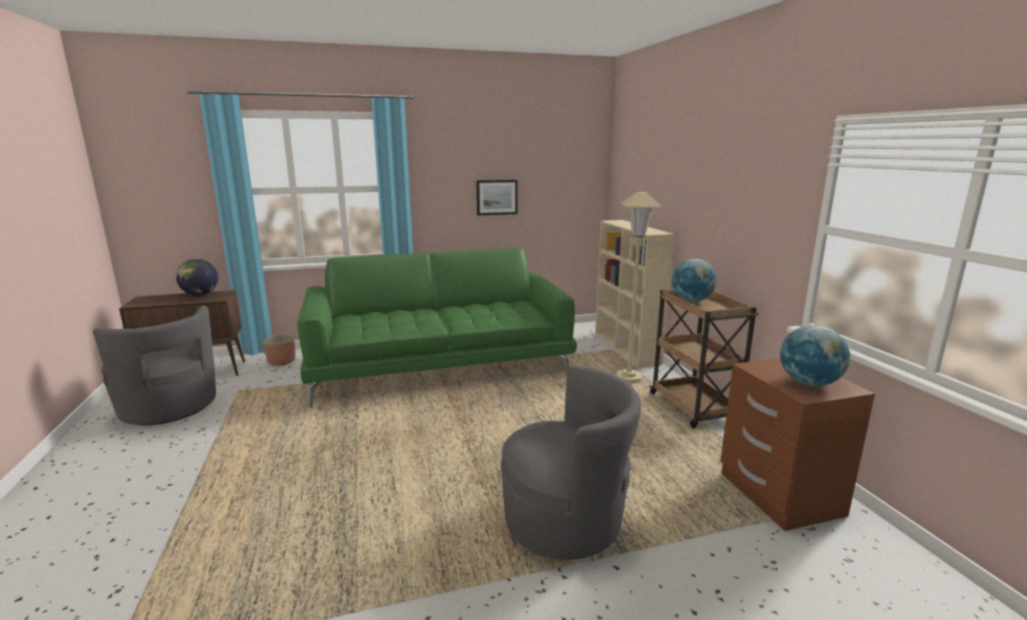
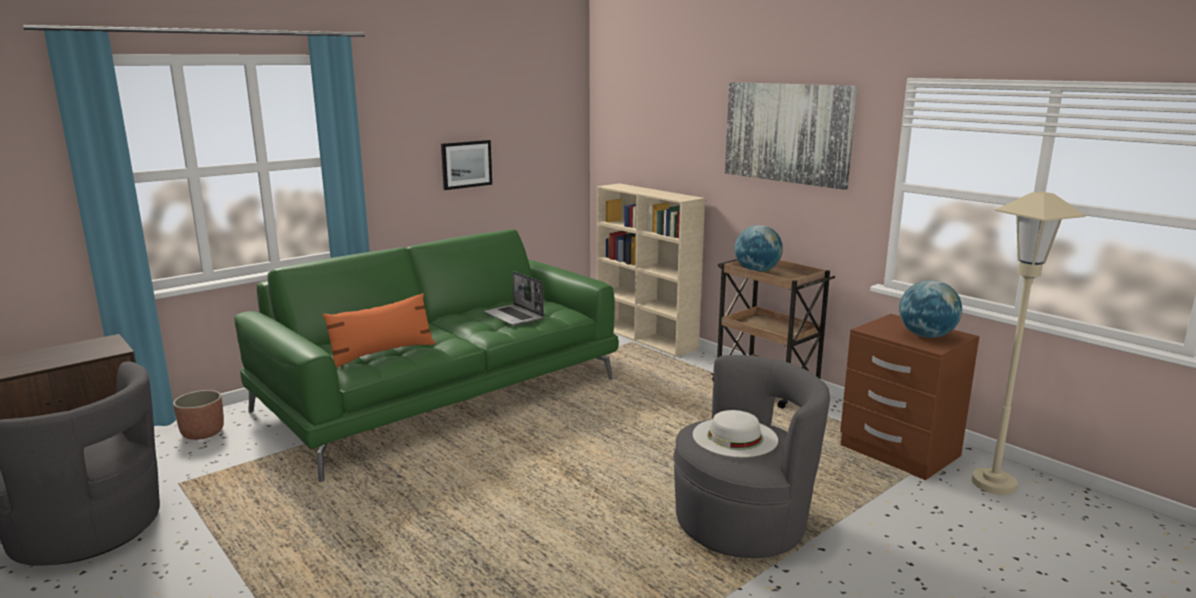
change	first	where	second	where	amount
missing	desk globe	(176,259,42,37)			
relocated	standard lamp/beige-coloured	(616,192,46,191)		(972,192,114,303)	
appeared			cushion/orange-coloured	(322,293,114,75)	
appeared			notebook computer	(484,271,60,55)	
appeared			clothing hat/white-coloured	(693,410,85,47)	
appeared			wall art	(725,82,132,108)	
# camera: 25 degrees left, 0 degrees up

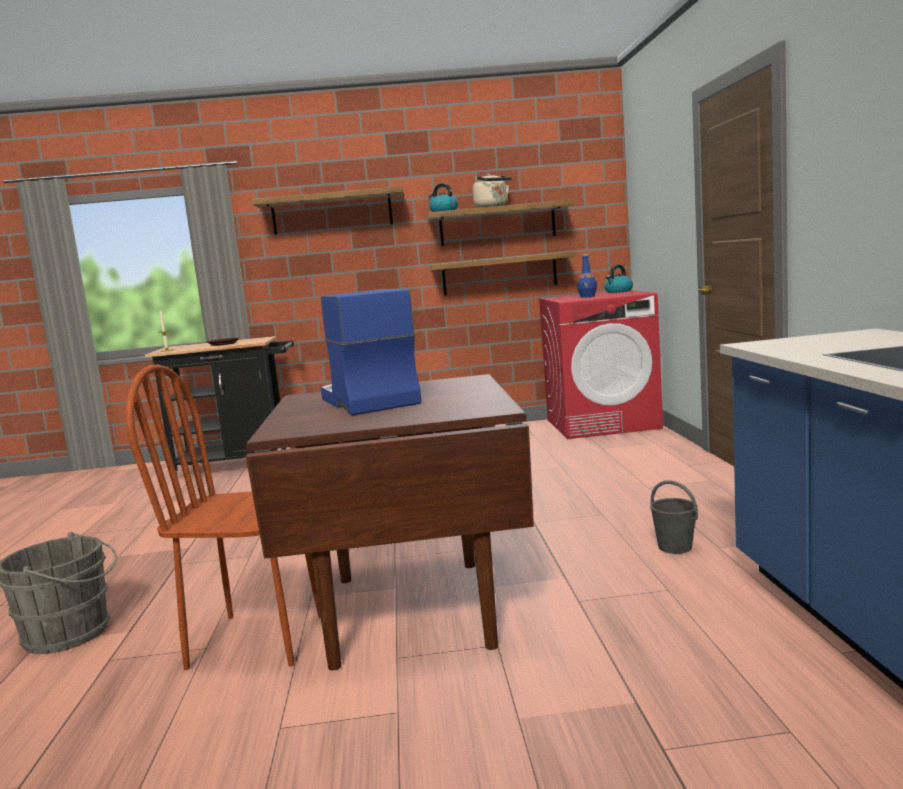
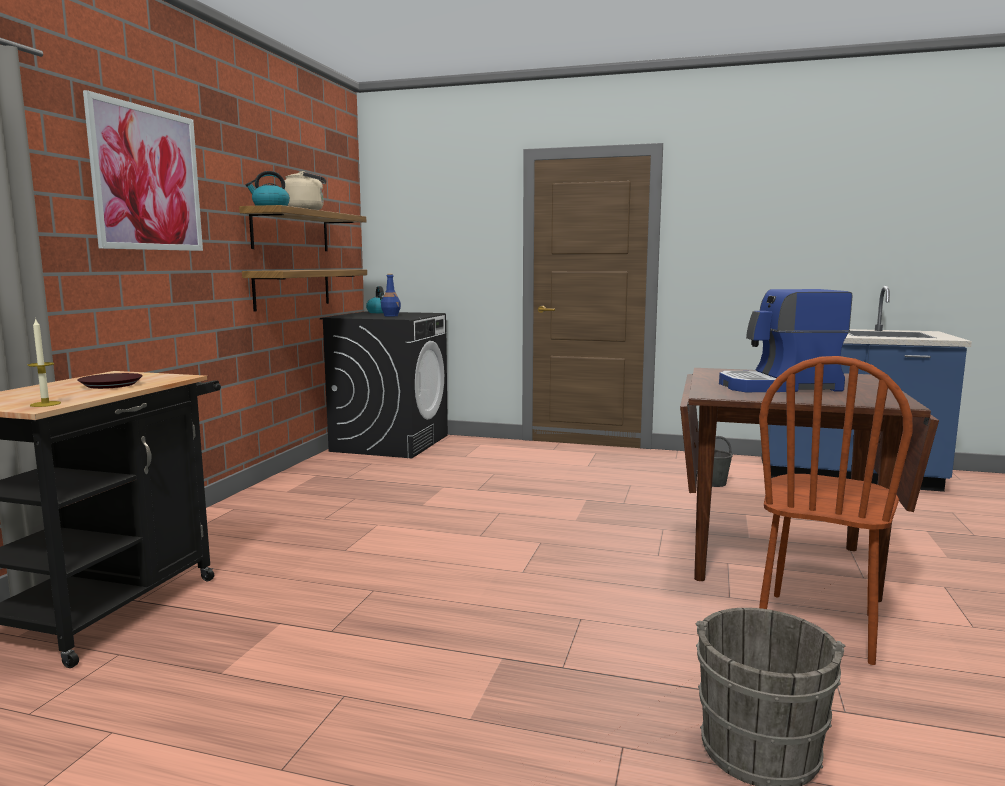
change	first	where	second	where	amount
exchanged	bracket shelf	(251,186,152,49)	wall art	(83,90,120,161)	
colour	laundry machine/red	(539,290,124,149)	laundry machine/black	(320,312,128,146)	
# camera: 70 degrees left, 0 degrees up

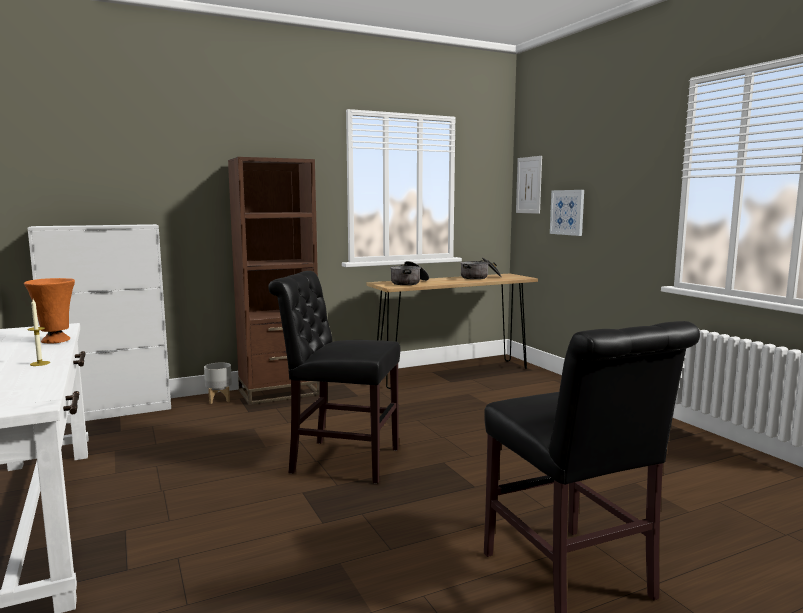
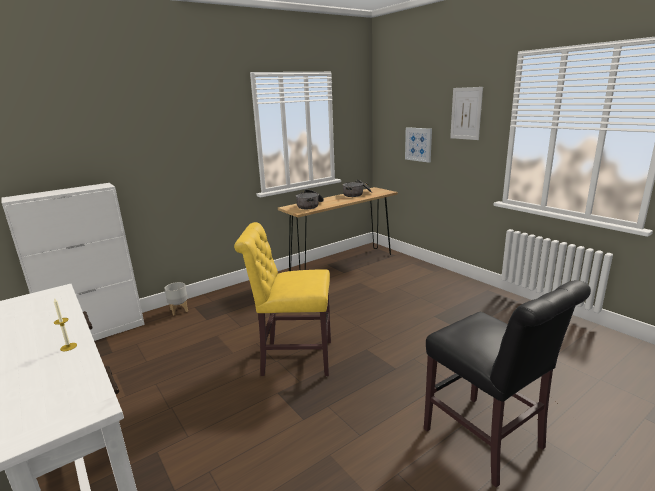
change	first	where	second	where	amount
missing	vase/orange-coloured	(24,278,51,66)			
missing	bookshelf/brownish	(228,157,92,248)			
colour	plain chair/black	(268,271,132,213)	plain chair/yellowish	(234,222,97,154)	
relocated	wall art	(516,156,26,58)		(450,87,33,53)	
# camera: 10 degrees left, 10 degrees up

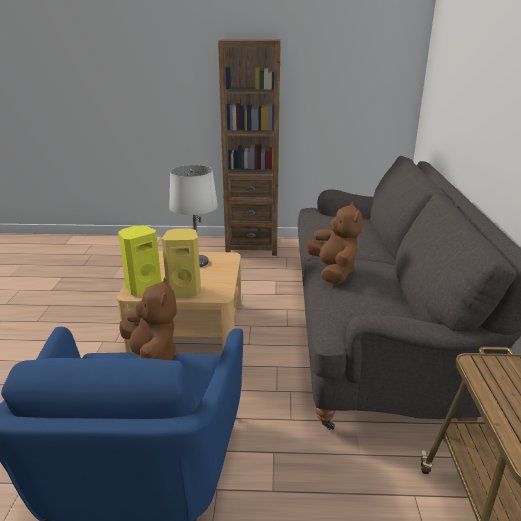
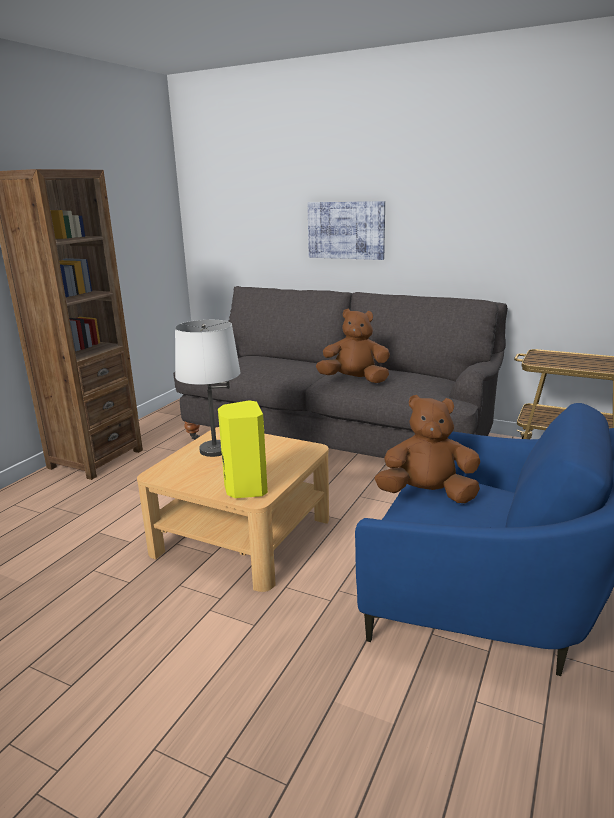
change	first	where	second	where	amount
missing	audio speaker/yellowish	(162,228,39,68)			
appeared			wall art	(308,201,77,59)	
# camera: 65 degrees left, 5 degrees down

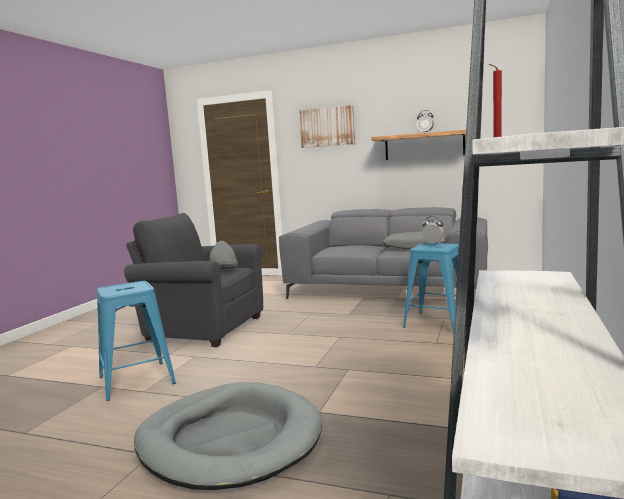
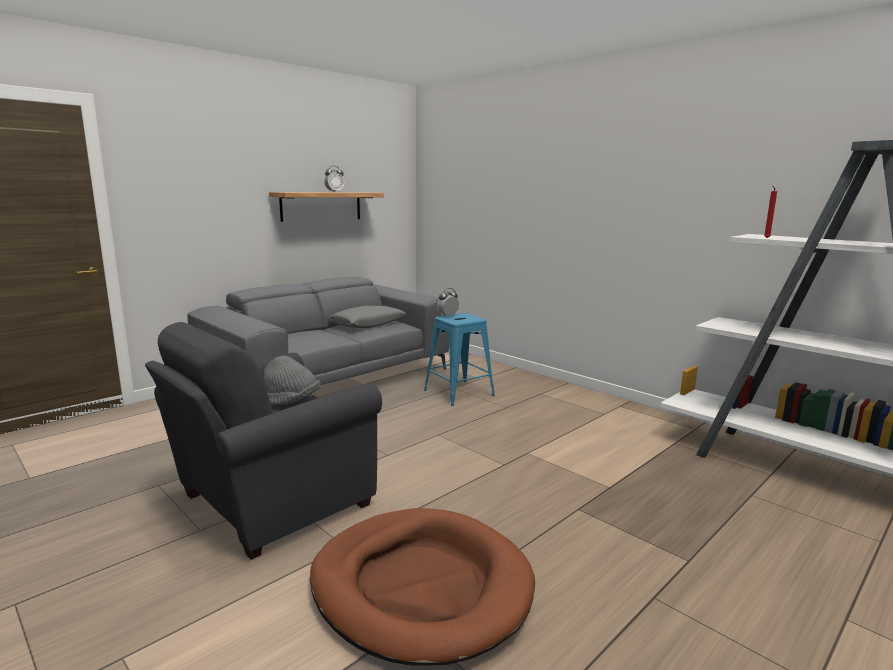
change	first	where	second	where	amount
exchanged	stool/bluish	(97,281,79,120)	dog cushion/brownish	(310,508,225,157)	
missing	dog cushion/greyish	(134,382,188,108)			
missing	wall art	(299,105,56,43)			
# camera: 65 degrees left, 5 degrees up

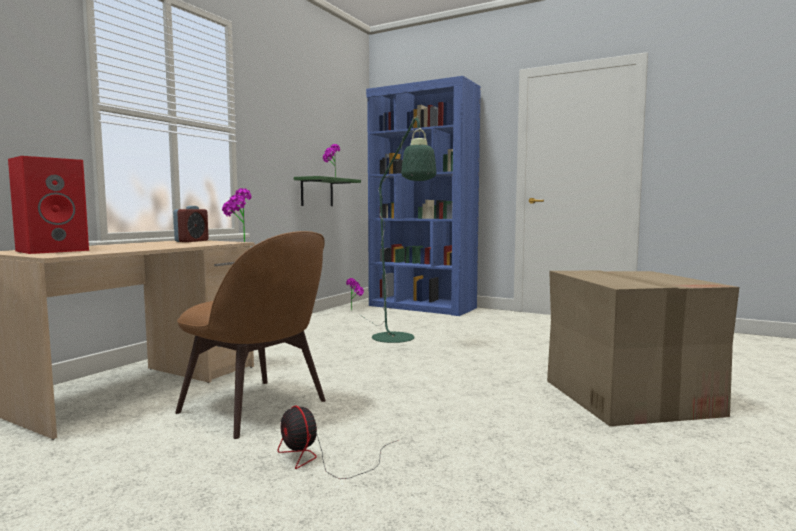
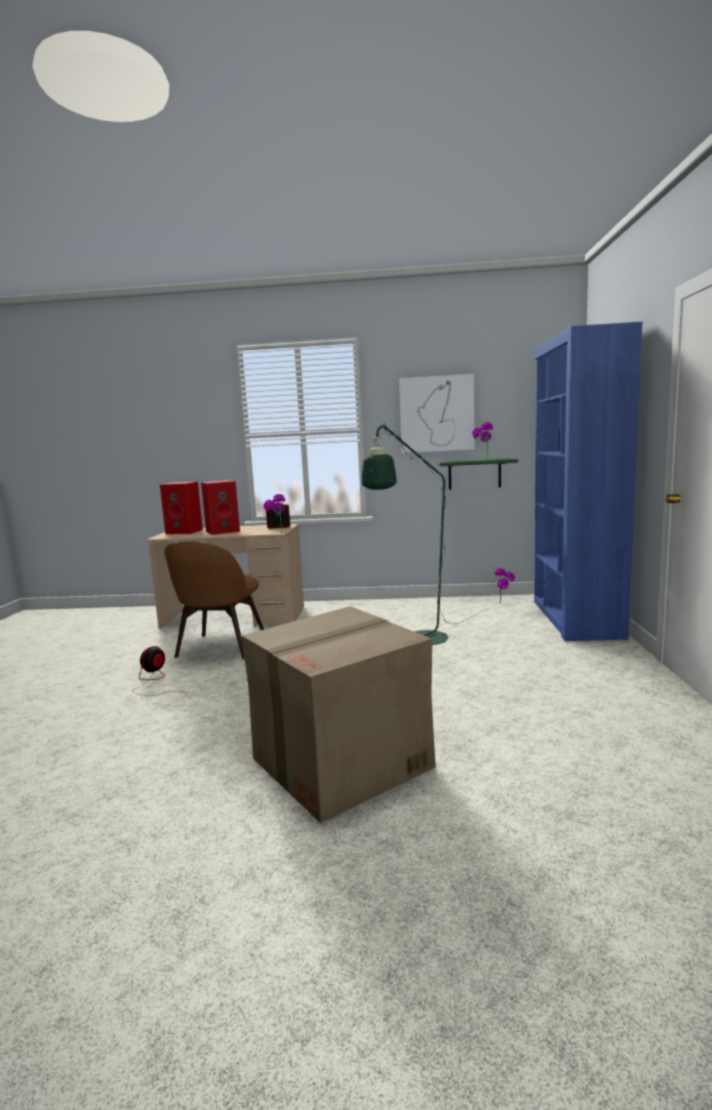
change	first	where	second	where	amount
appeared			audio speaker/red	(201,480,39,55)	
appeared			wall art	(399,374,76,79)	
# camera: 65 degrees right, 5 degrees up

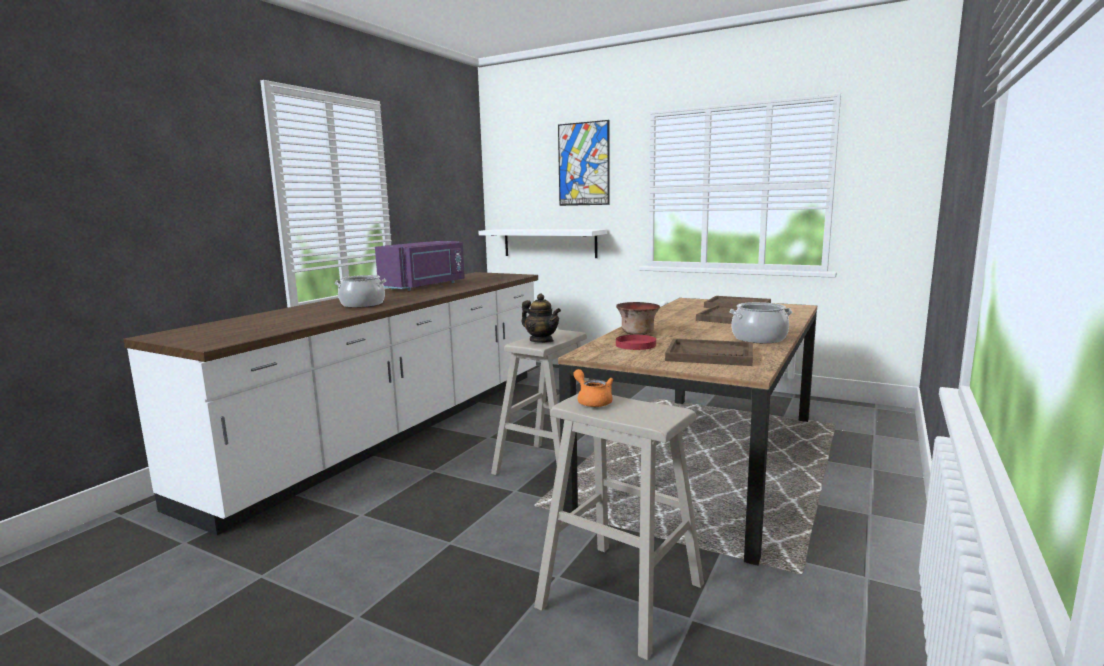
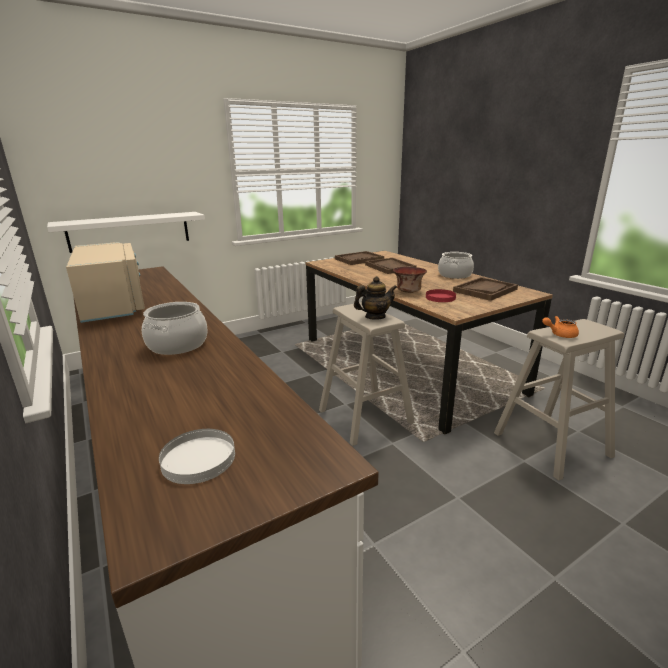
change	first	where	second	where	amount
colour	microwave/purplish	(375,241,90,50)	microwave/beige-coloured	(66,242,79,81)	
missing	wall art	(558,120,52,86)			
appeared			flat dish/white-coloured	(159,429,76,55)	
# camera: 60 degrees left, 10 degrees up

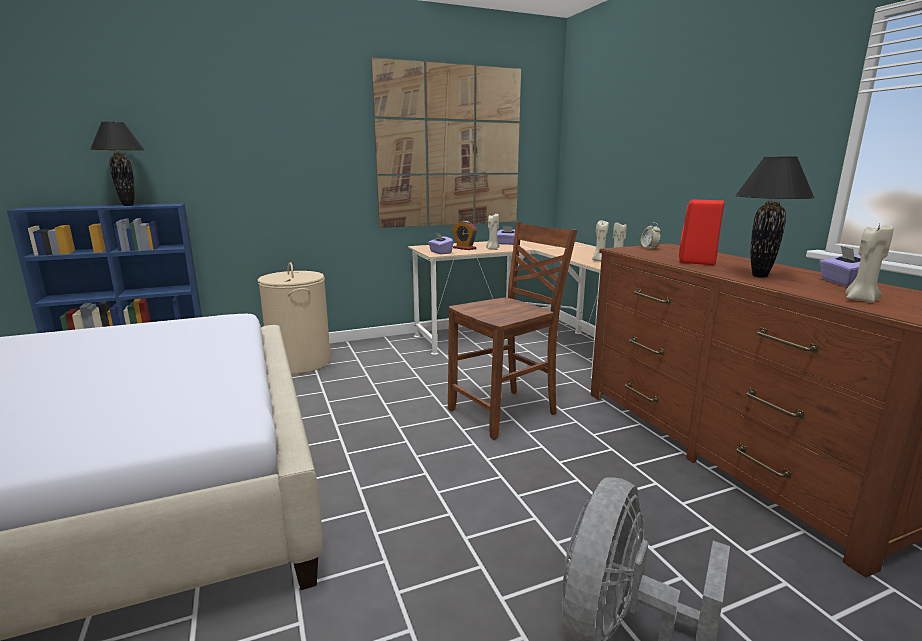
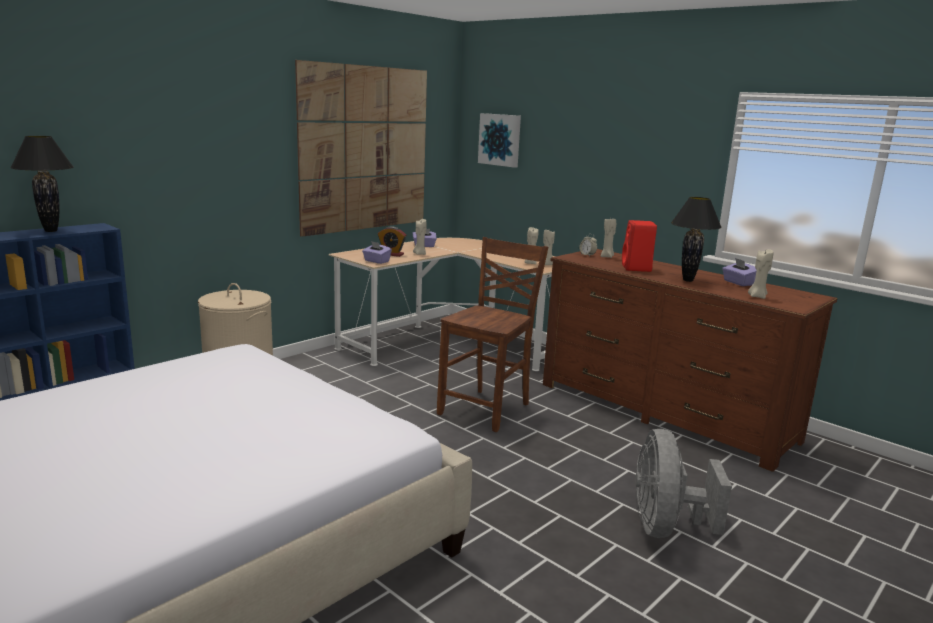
change	first	where	second	where	amount
appeared			wall art	(478,113,43,55)	
appeared			wax candle/beige-coloured	(601,219,15,39)	
# camera: 25 degrees left, 0 degrees up

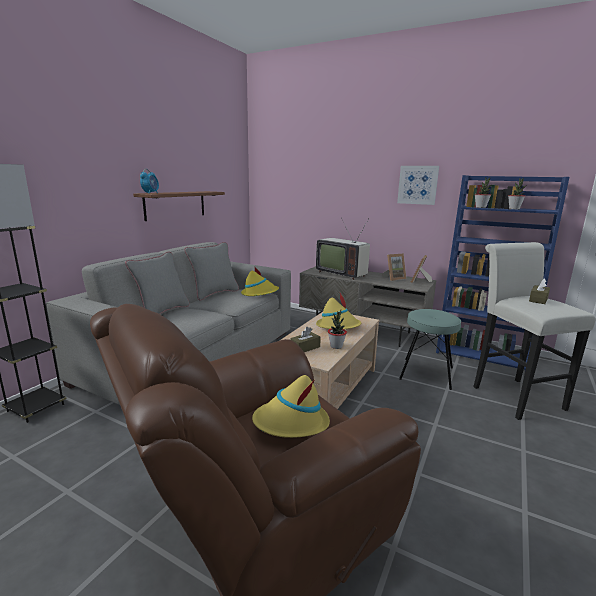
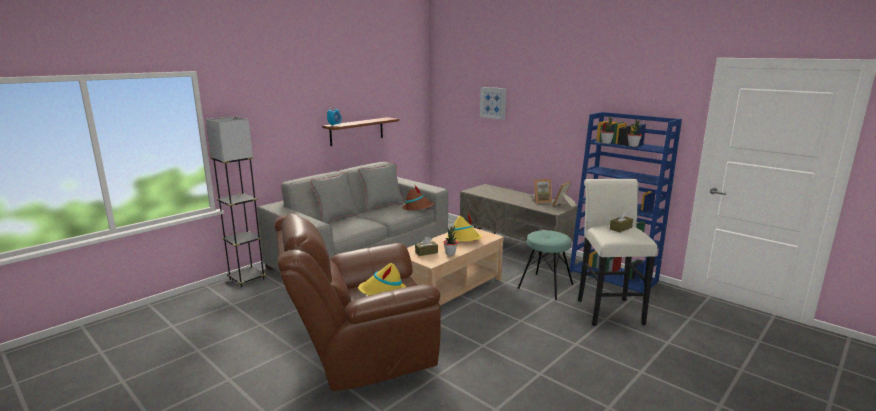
change	first	where	second	where	amount
colour	clothing hat/yellowish	(241,266,38,30)	clothing hat/brownish	(402,184,32,26)	
missing	TV set	(316,218,54,62)			
relocated	wall art	(397,166,42,39)		(480,87,26,33)	
# camera: 15 degrees right, 0 degrees up

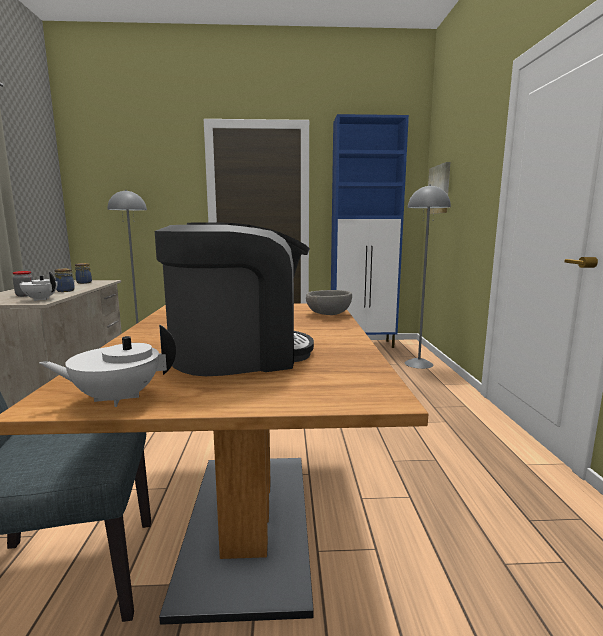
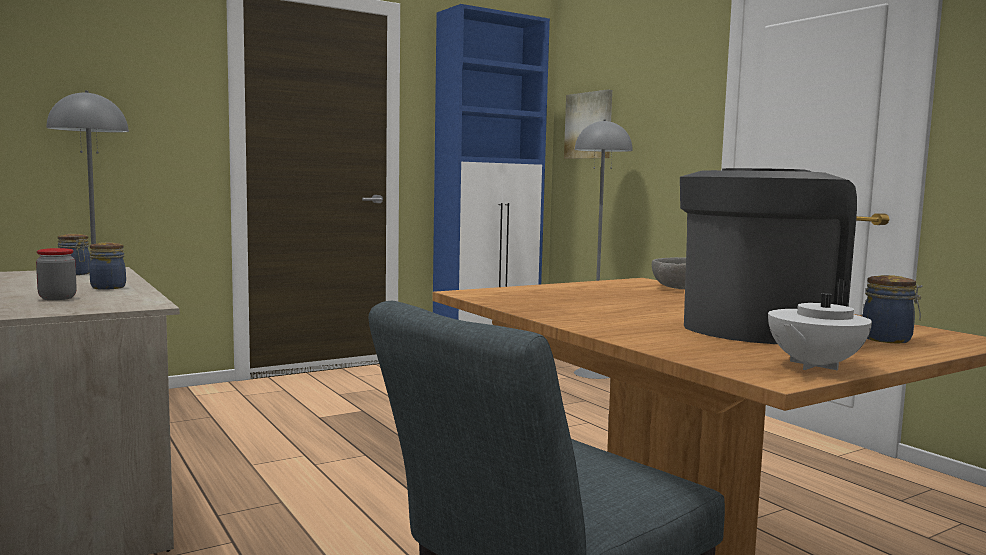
change	first	where	second	where	amount
missing	tea pot/white-coloured	(19,272,39,29)			
appeared			jar	(862,275,61,68)	
# camera: 30 degrees left, 5 degrees down

